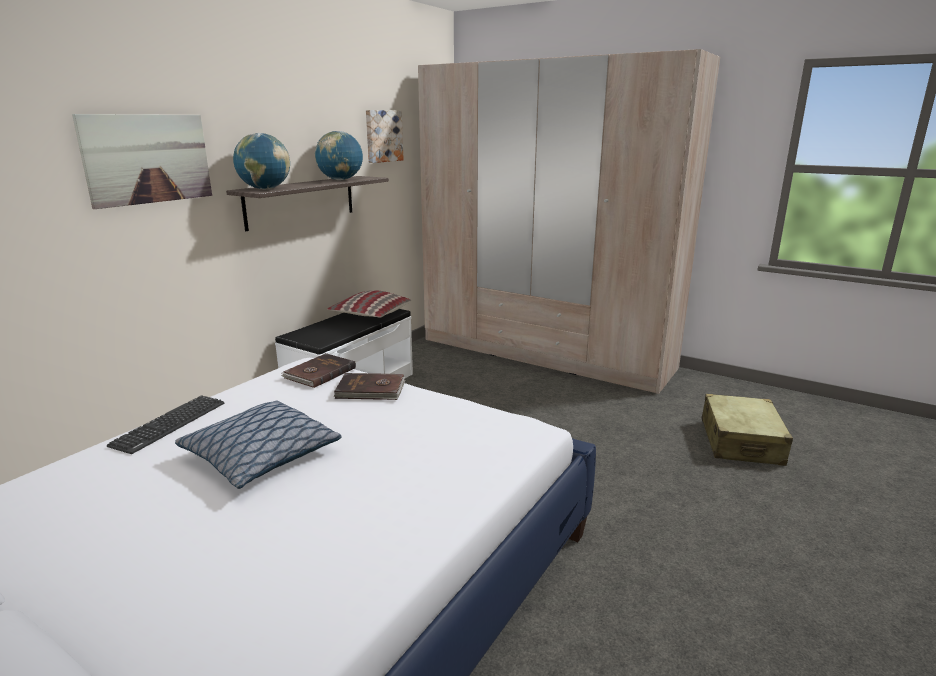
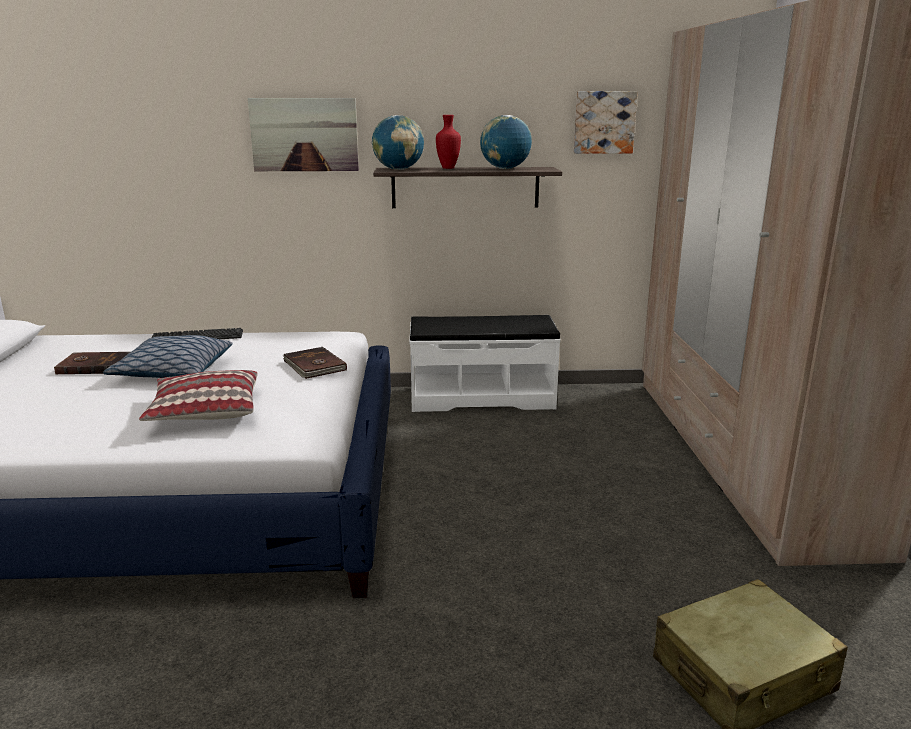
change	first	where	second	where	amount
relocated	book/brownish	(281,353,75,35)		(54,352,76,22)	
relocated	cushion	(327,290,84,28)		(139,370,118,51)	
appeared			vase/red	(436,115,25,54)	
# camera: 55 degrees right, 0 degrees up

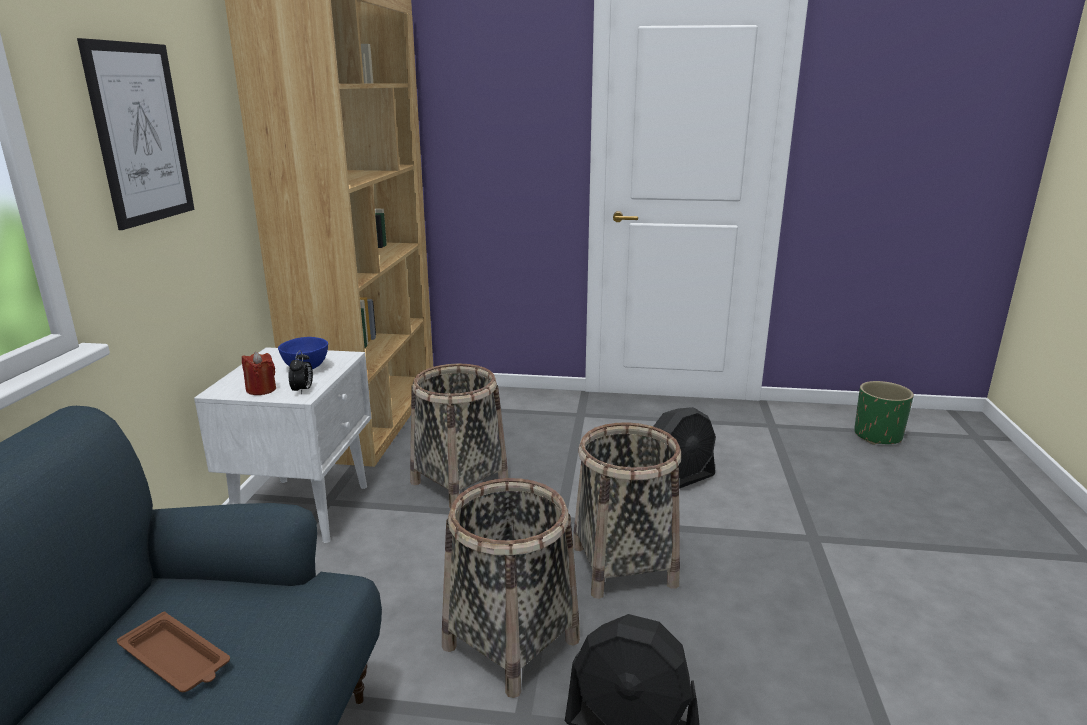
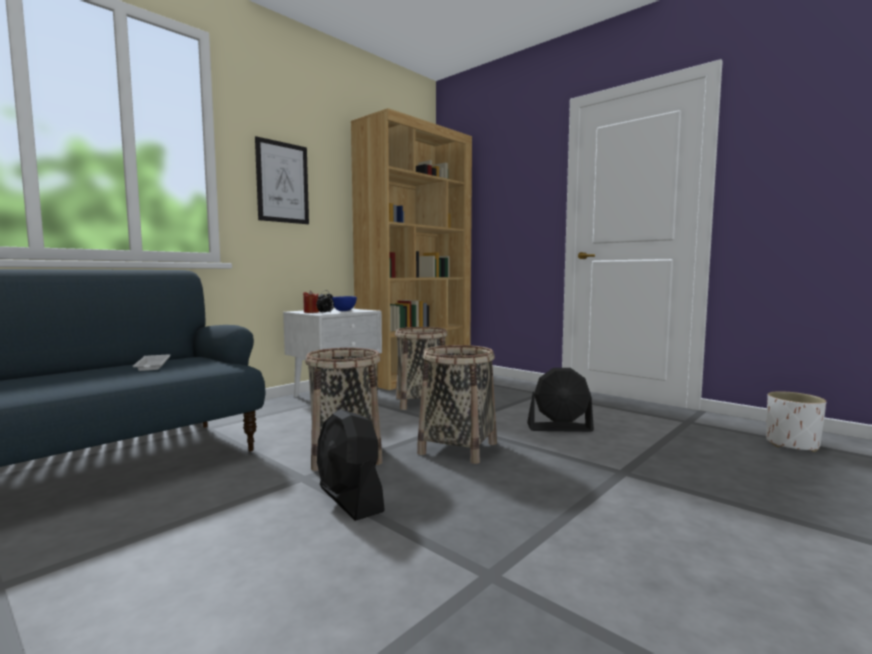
change	first	where	second	where	amount
colour	carrying tray/brownish	(117,612,113,80)	carrying tray/white-coloured	(133,354,37,17)	
colour	flower pot/green	(854,381,60,64)	flower pot/white-coloured	(766,391,60,61)	
# camera: 35 degrees right, 15 degrees down

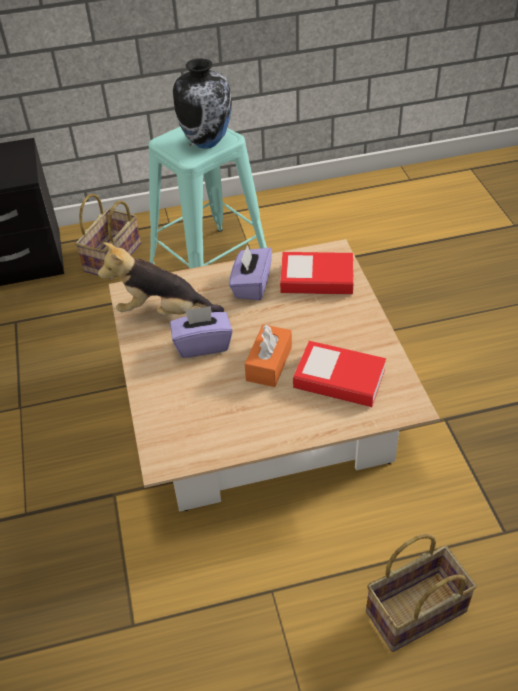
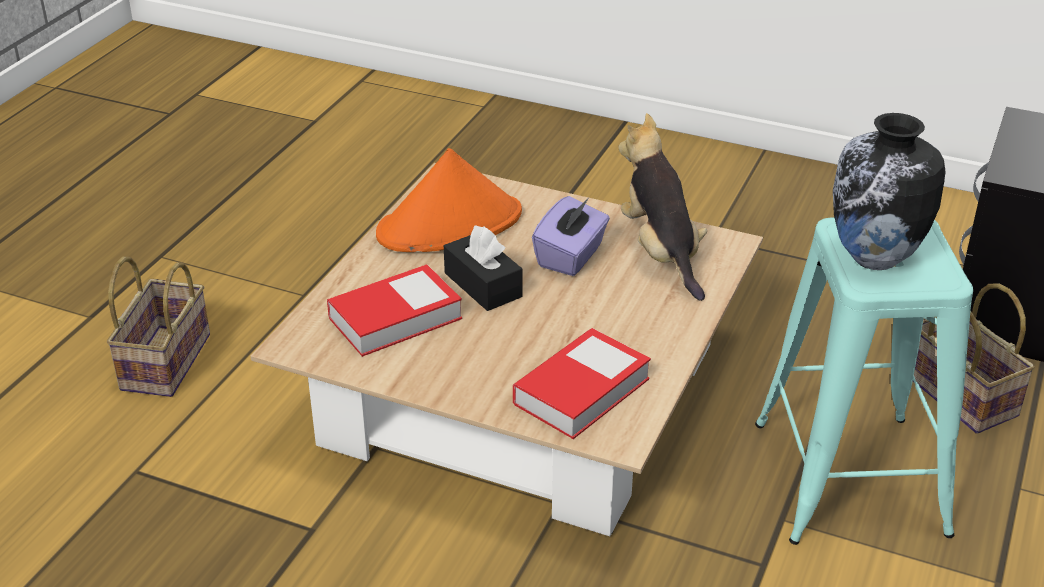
change	first	where	second	where	amount
spun	soft toy	(98,242,126,73)		(618,113,89,188)	60 degrees counterclockwise
missing	tissue holder/purplish	(229,245,43,55)			
colour	tissue holder/orange-coloured	(245,324,47,63)	tissue holder/black	(444,226,79,85)	
appeared			clothing hat/orange-coloured	(376,148,146,104)	
# camera: 125 degrees right, 10 degrees down

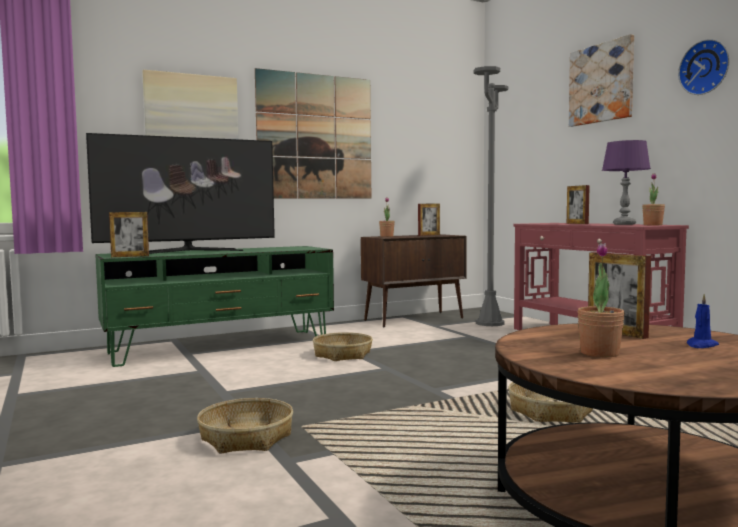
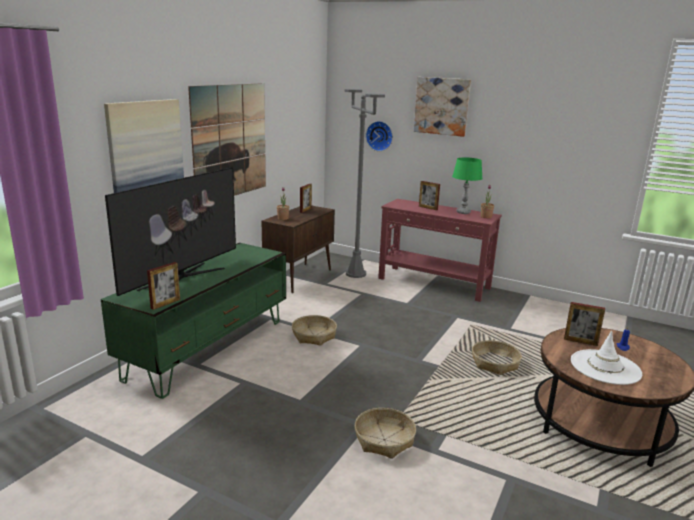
change	first	where	second	where	amount
exchanged	potted plant	(578,243,47,114)	clothing hat/white-coloured	(571,330,71,55)	
colour	table lamp/purplish	(602,140,49,85)	table lamp/green	(452,157,31,57)	
relocated	wall clock	(678,39,51,56)		(366,121,27,30)	
# camera: 35 degrees left, 15 degrees up

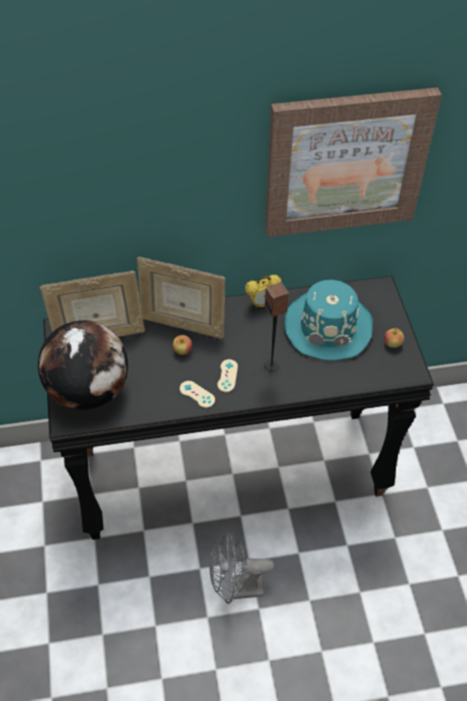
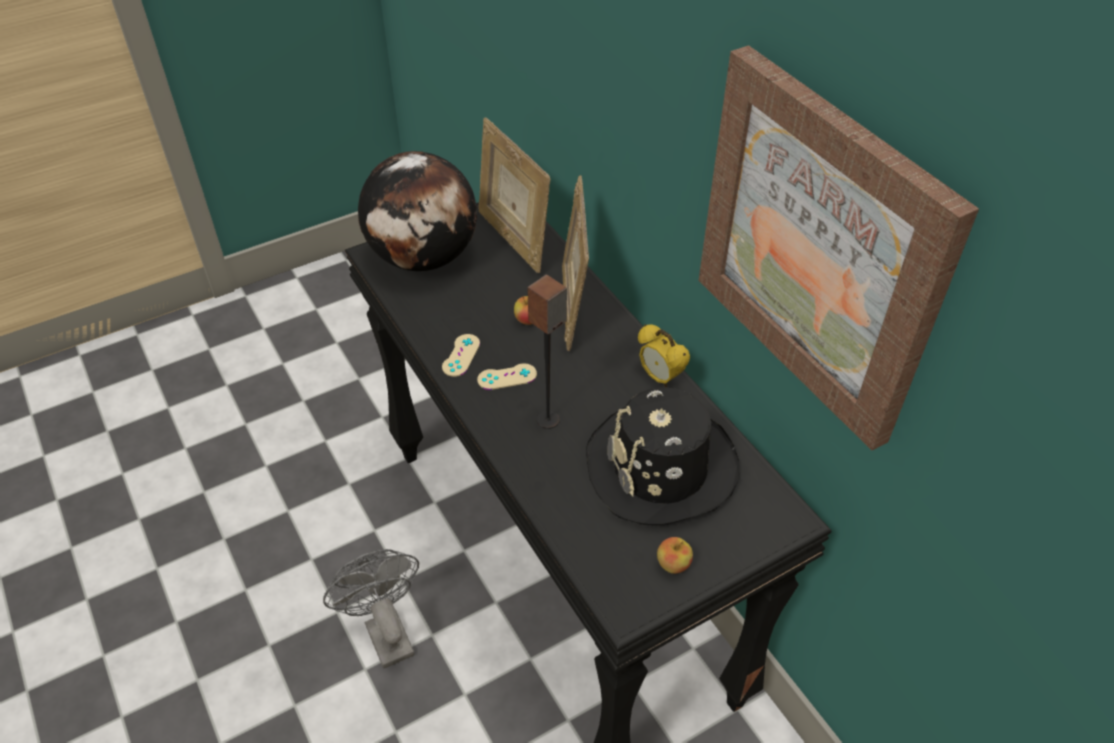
change	first	where	second	where	amount
colour	clothing hat/turquoise-coloured	(285,280,88,80)	clothing hat/black	(586,387,153,138)	
# camera: 70 degrees right, 5 degrees down

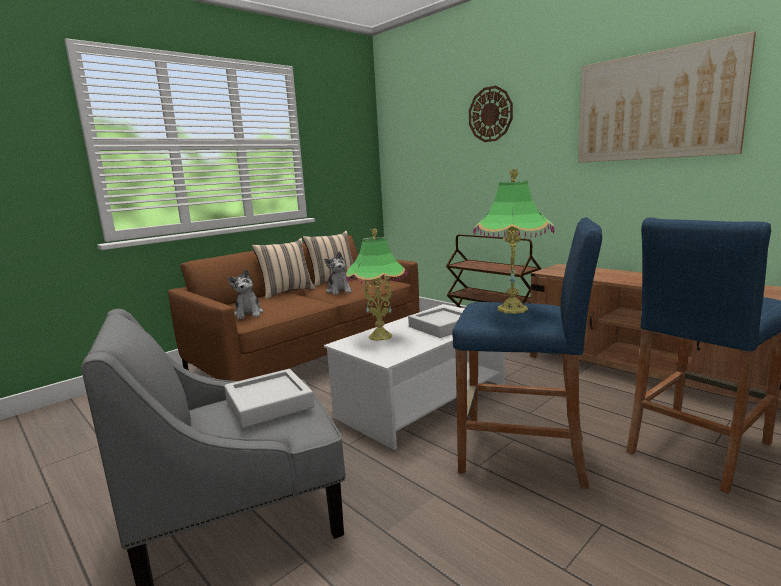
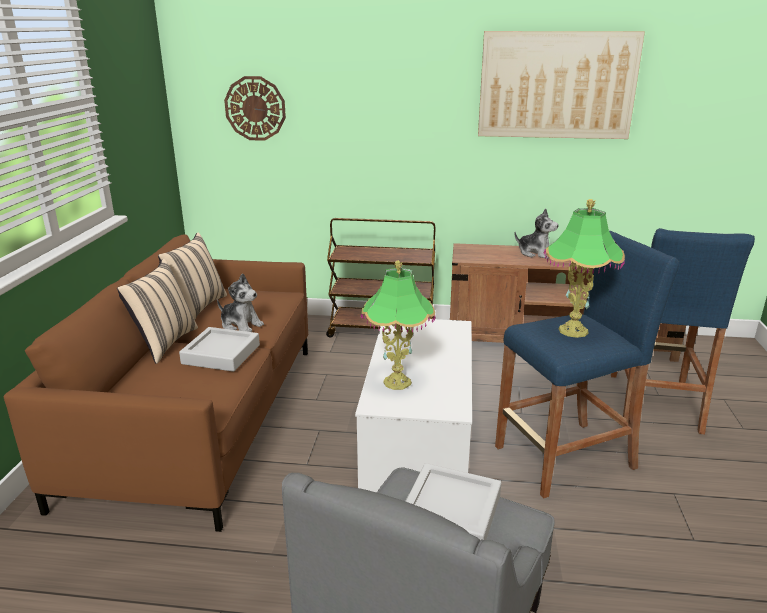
change	first	where	second	where	amount
relocated	soft toy	(227,269,36,51)		(515,209,44,50)	
relocated	carrying tray/greyish	(408,306,54,32)		(179,327,81,45)	
relocated	wall clock	(469,86,44,56)		(224,76,62,65)	
# camera: 40 degrees left, 10 degrees up

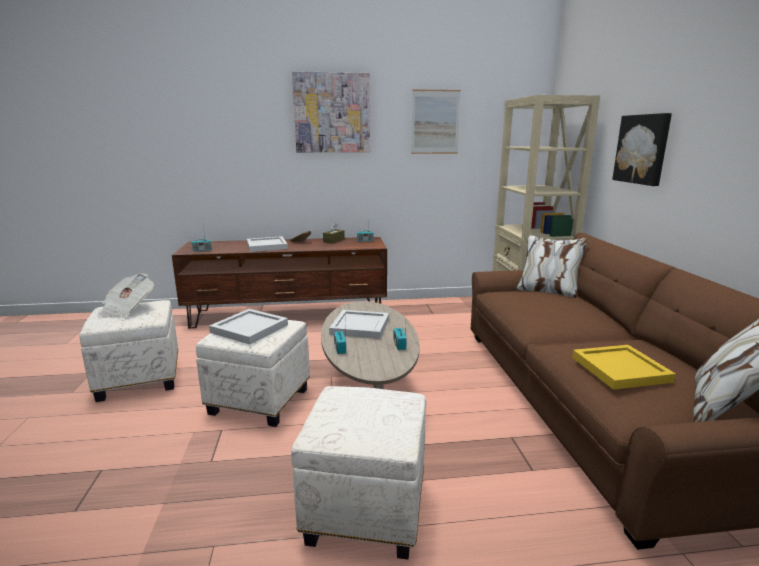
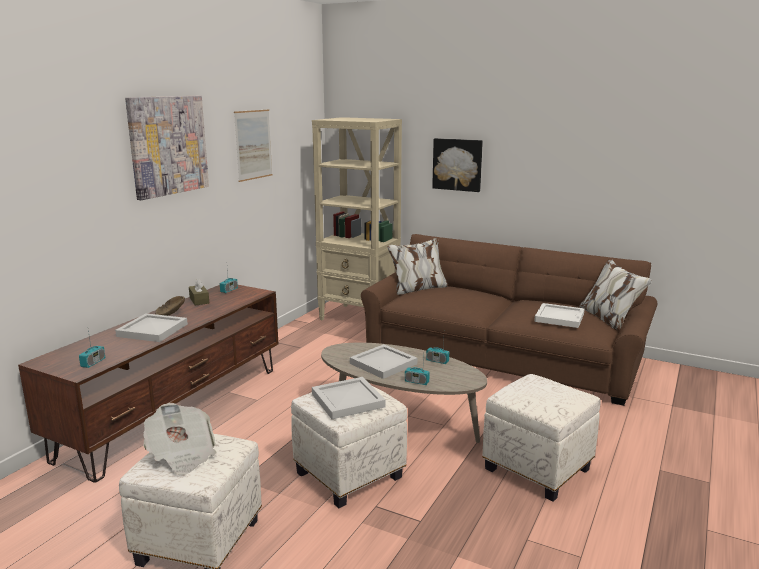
change	first	where	second	where	amount
colour	carrying tray/yellowish	(572,345,104,45)	carrying tray/white-coloured	(534,303,50,25)	
# camera: 55 degrees left, 0 degrees up

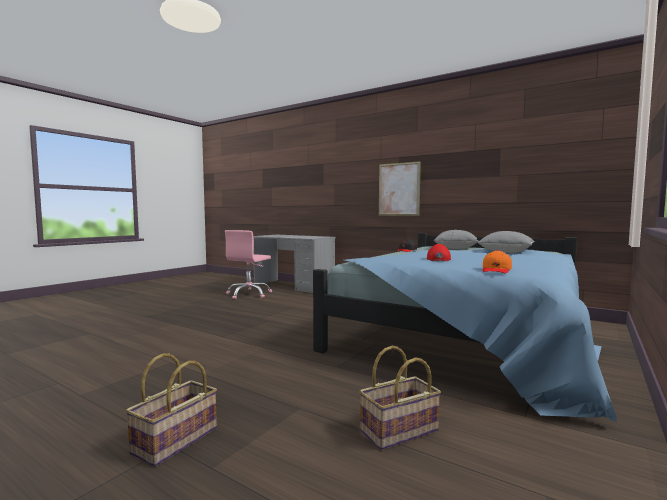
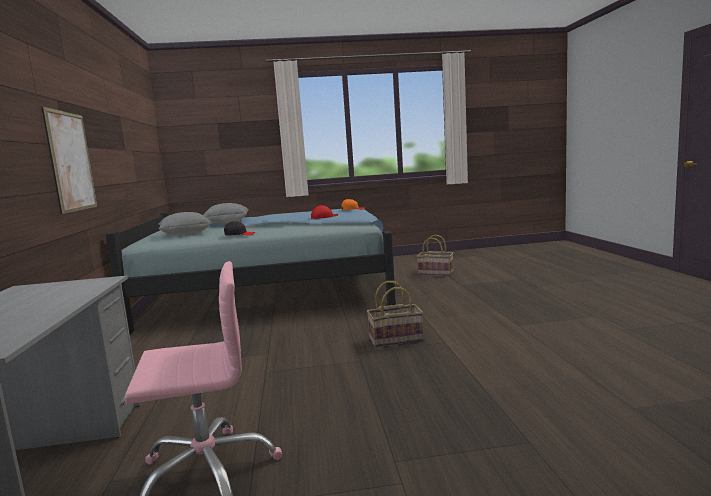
change	first	where	second	where	amount
relocated	basket	(126,353,91,114)		(367,281,57,66)	
# camera: 130 degrees left, 5 degrees up

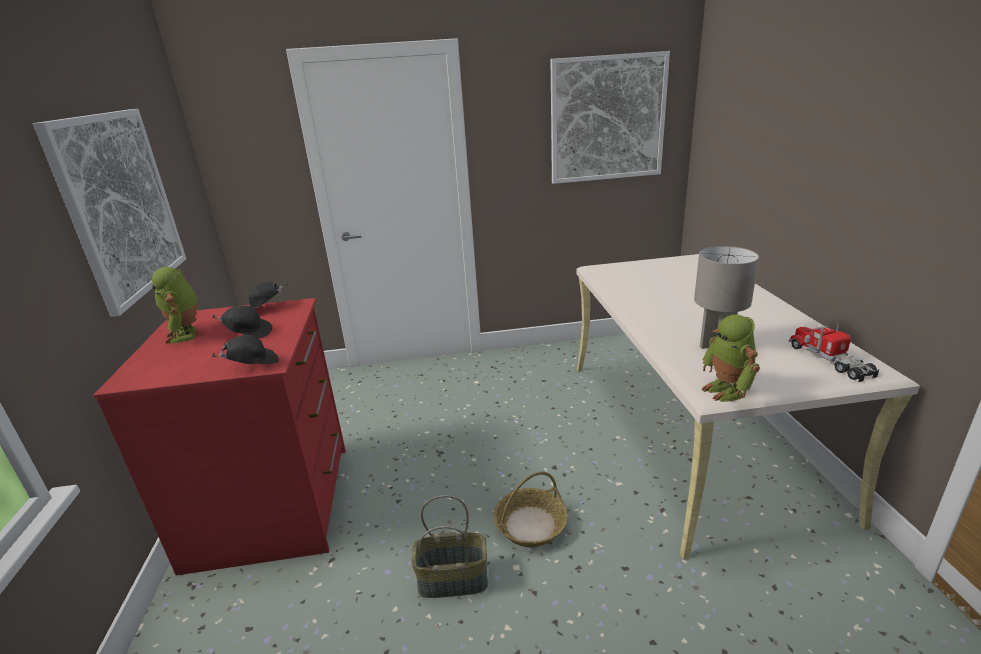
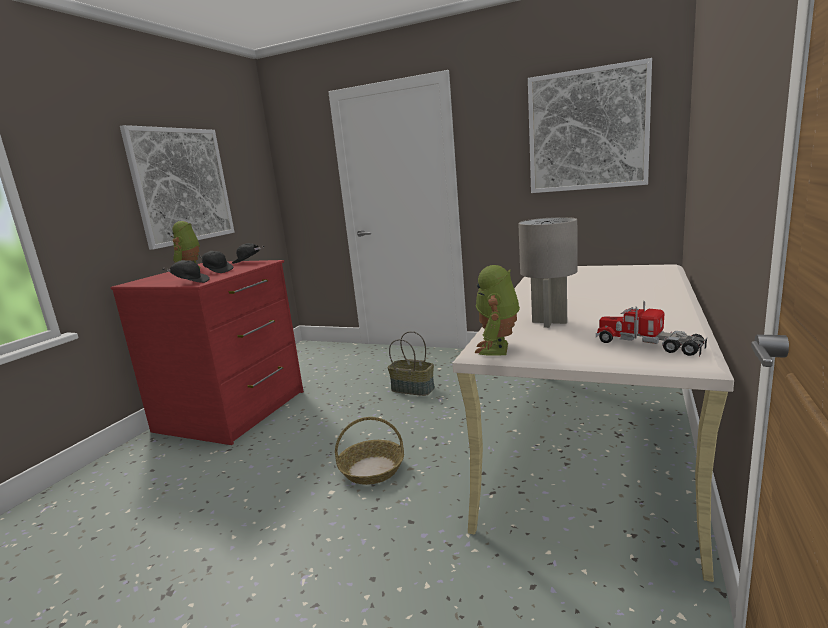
change	first	where	second	where	amount
relocated	basket	(411,495,77,103)		(388,331,47,65)	
spun	toy lorry	(789,324,91,58)		(596,301,112,55)	60 degrees counterclockwise
# camera: 30 degrees right, 10 degrees down

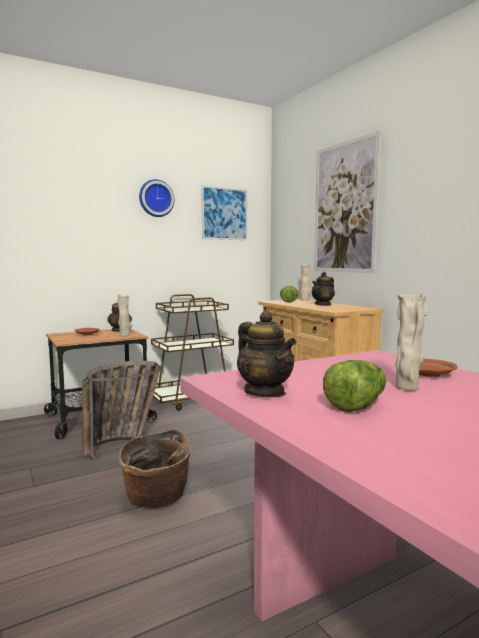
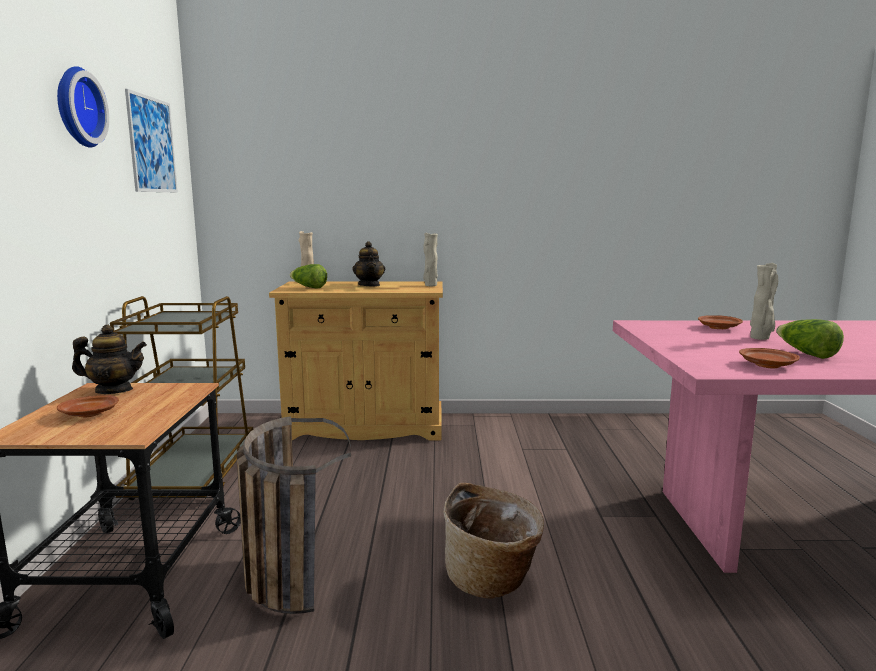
change	first	where	second	where	amount
relocated	vase/beige-coloured	(117,294,13,42)		(423,233,15,53)	
exchanged	tea pot	(237,311,60,86)	flat dish/brownish	(739,348,61,21)	
missing	wall art	(314,130,67,143)			
# camera: 60 degrees left, 5 degrees up

